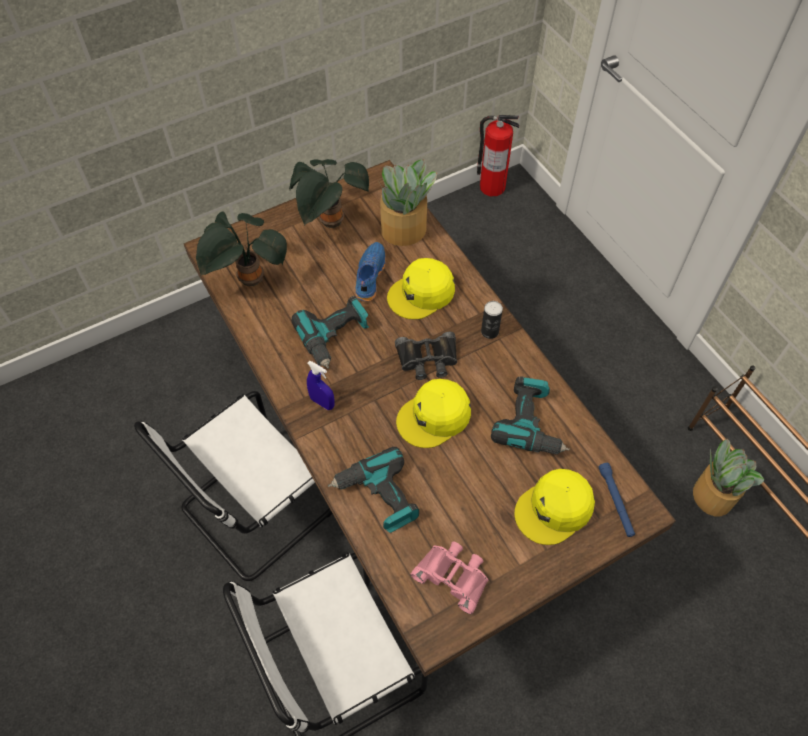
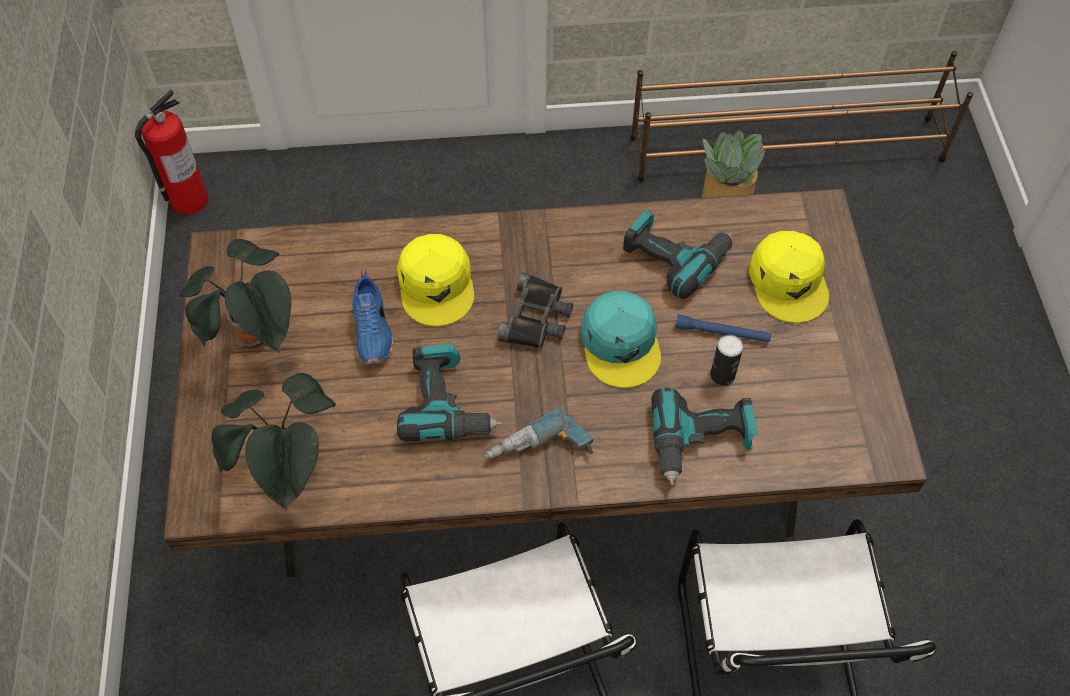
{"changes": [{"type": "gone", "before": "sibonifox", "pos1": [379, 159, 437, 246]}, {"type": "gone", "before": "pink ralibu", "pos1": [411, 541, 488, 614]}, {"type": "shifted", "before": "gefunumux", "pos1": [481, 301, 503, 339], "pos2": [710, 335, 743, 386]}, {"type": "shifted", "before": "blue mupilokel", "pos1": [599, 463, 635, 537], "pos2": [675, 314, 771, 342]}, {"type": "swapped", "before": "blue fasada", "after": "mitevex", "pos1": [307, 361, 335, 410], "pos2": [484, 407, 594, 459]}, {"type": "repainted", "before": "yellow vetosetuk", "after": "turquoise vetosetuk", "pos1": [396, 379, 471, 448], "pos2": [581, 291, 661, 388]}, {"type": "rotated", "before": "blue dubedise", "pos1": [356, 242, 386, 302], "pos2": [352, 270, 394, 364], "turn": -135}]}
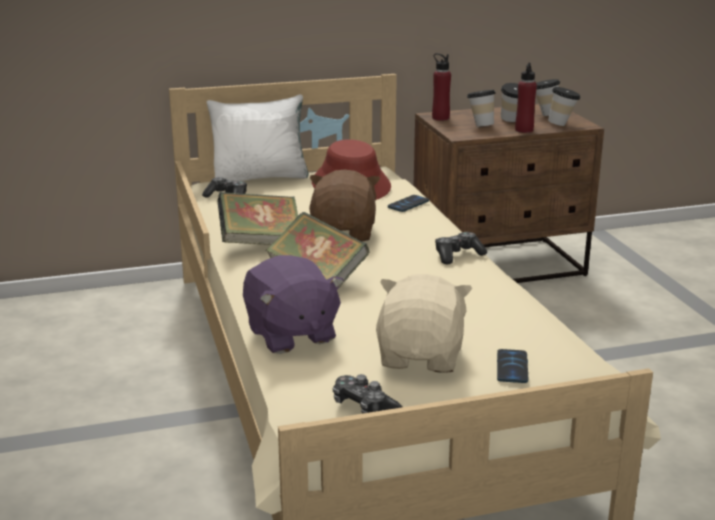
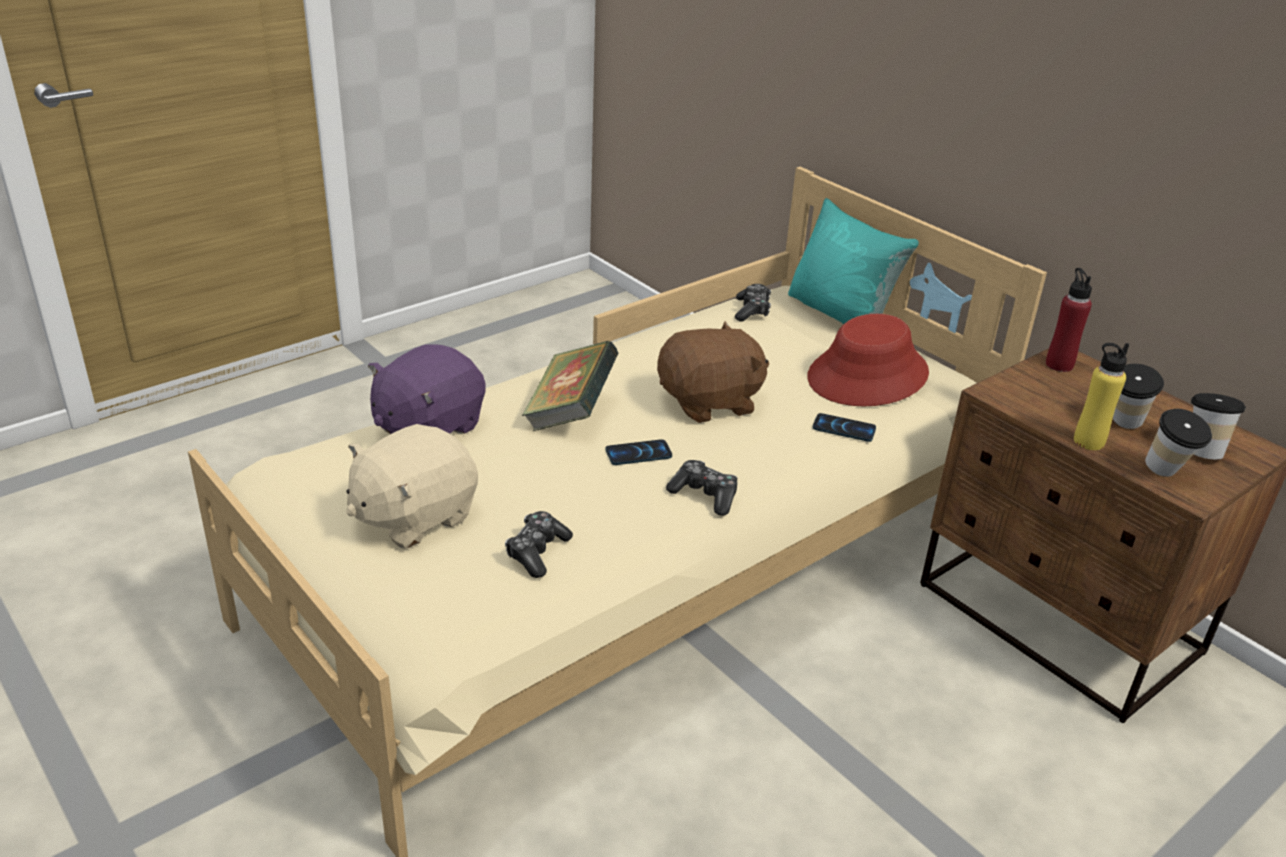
{"changes": [{"type": "gone", "before": "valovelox", "pos1": [217, 192, 298, 245]}, {"type": "gone", "before": "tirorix", "pos1": [467, 90, 496, 127]}, {"type": "shifted", "before": "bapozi", "pos1": [333, 374, 403, 414], "pos2": [505, 511, 573, 578]}, {"type": "shifted", "before": "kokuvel", "pos1": [497, 349, 528, 383], "pos2": [605, 439, 672, 465]}, {"type": "repainted", "before": "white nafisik", "after": "turquoise nafisik", "pos1": [207, 94, 309, 182], "pos2": [788, 198, 919, 324]}, {"type": "repainted", "before": "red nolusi", "after": "yellow nolusi", "pos1": [515, 63, 537, 133], "pos2": [1074, 343, 1129, 450]}, {"type": "rotated", "before": "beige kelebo", "pos1": [376, 274, 472, 373], "pos2": [346, 424, 478, 549], "turn": 150}]}
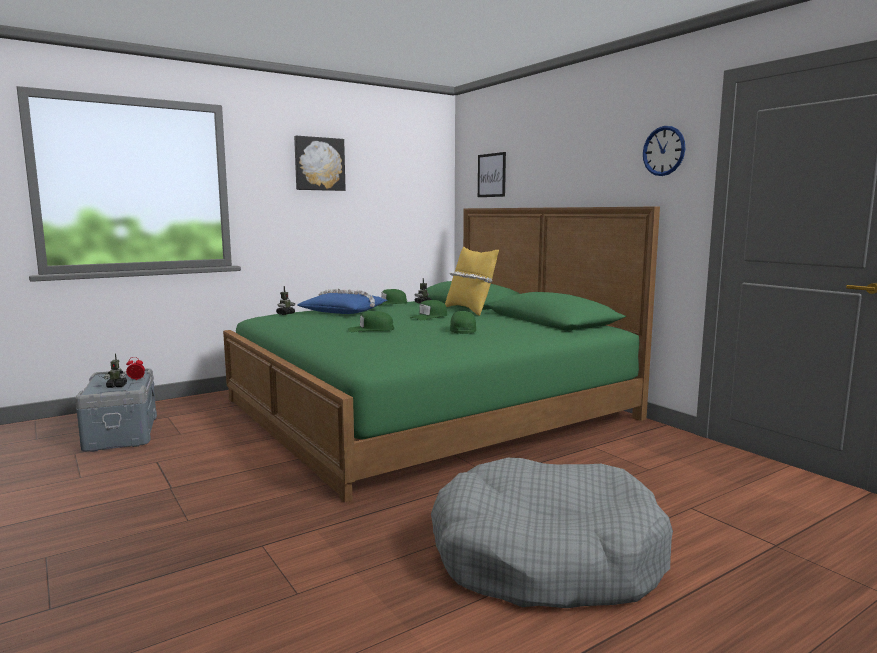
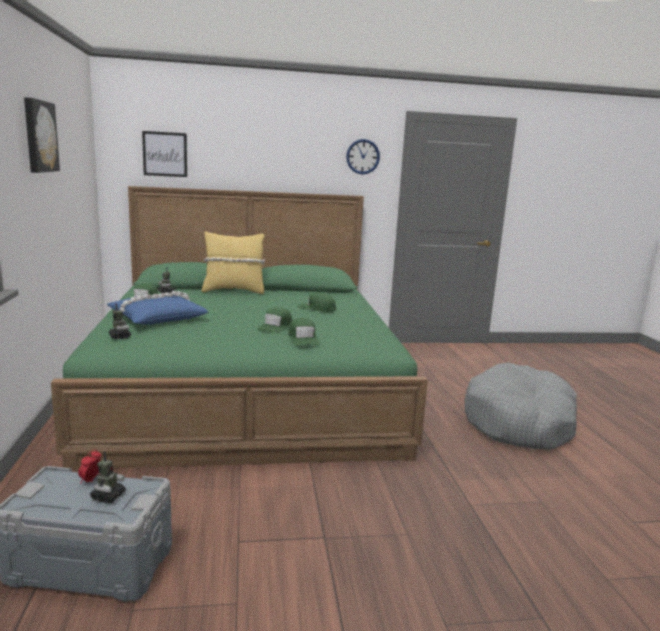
{"changes": [{"type": "shifted", "before": "green vetosetuk", "pos1": [410, 300, 447, 320], "pos2": [288, 318, 320, 346]}]}
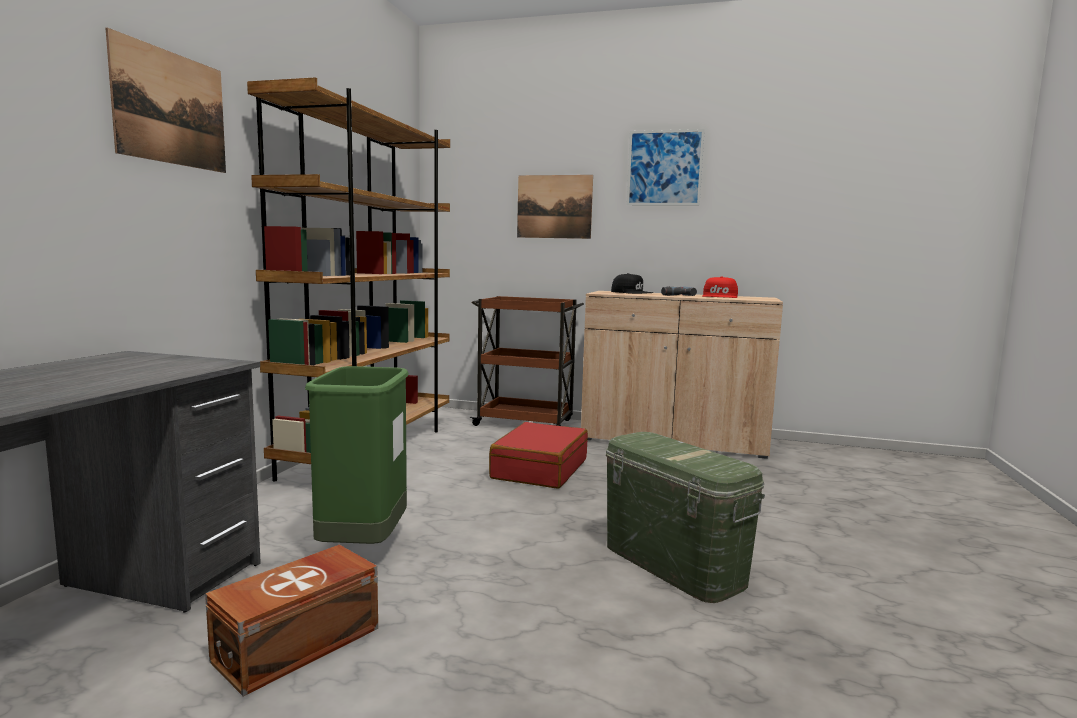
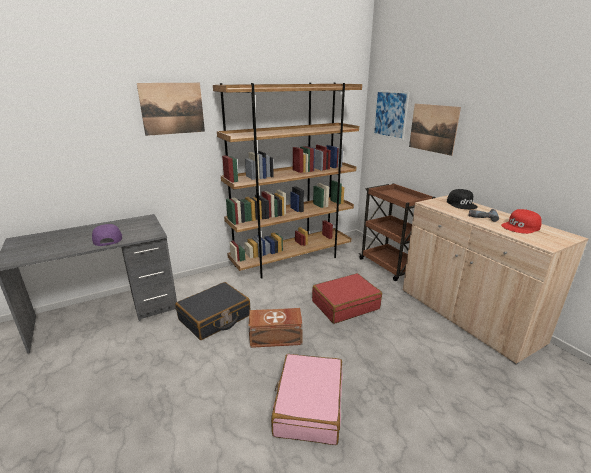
{"changes": [{"type": "new", "after": "purple vetosetuk", "pos2": [92, 224, 122, 246]}, {"type": "shifted", "before": "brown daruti", "pos1": [205, 544, 378, 697], "pos2": [249, 308, 303, 348]}, {"type": "shifted", "before": "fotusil", "pos1": [626, 129, 705, 206], "pos2": [373, 90, 409, 140]}, {"type": "swapped", "before": "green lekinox", "after": "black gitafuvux", "pos1": [305, 366, 409, 544], "pos2": [175, 282, 251, 340]}, {"type": "swapped", "before": "green daruti", "after": "pink gitafuvux", "pos1": [606, 432, 765, 603], "pos2": [271, 354, 343, 445]}]}
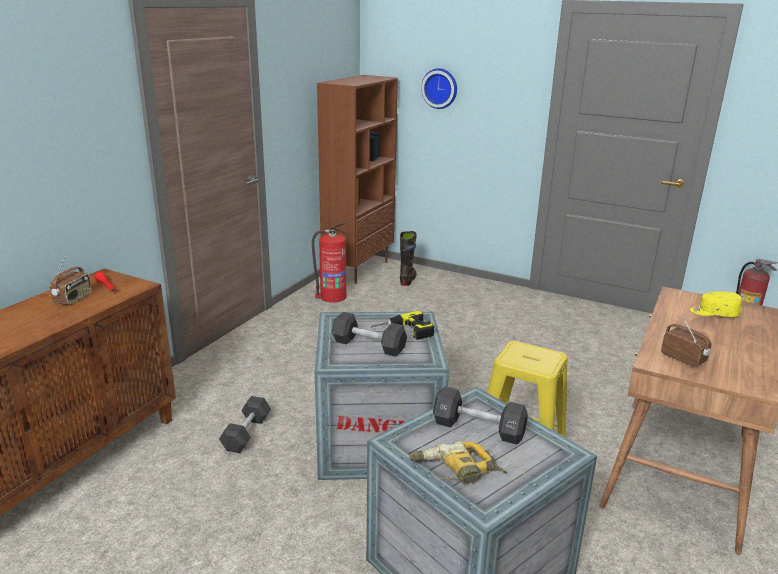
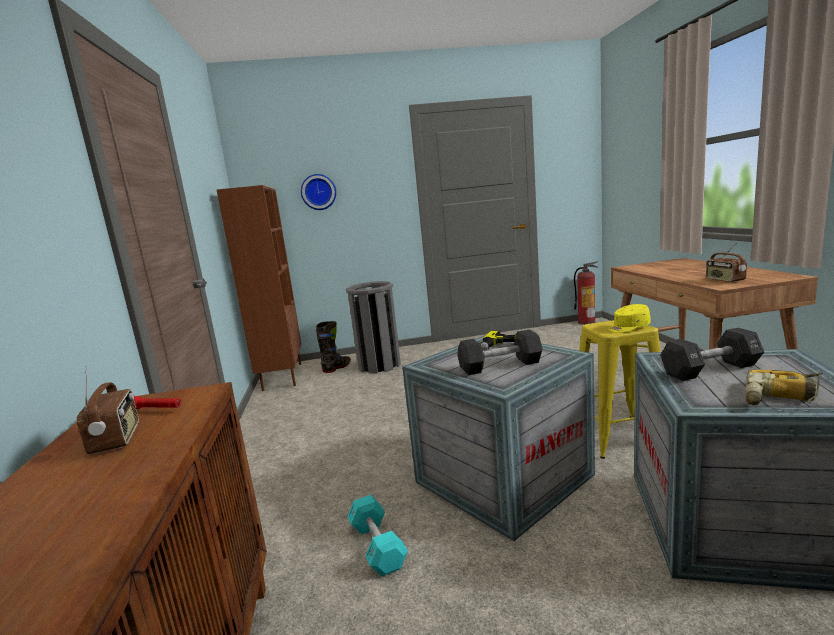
{"changes": [{"type": "gone", "before": "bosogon", "pos1": [312, 222, 349, 303]}, {"type": "new", "after": "grey lekinox", "pos2": [346, 281, 401, 374]}, {"type": "shifted", "before": "yellow vetosetuk", "pos1": [690, 292, 742, 317], "pos2": [609, 304, 651, 333]}, {"type": "repainted", "before": "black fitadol", "after": "turquoise fitadol", "pos1": [219, 396, 271, 453], "pos2": [347, 495, 408, 577]}, {"type": "rotated", "before": "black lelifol", "pos1": [400, 231, 417, 286], "pos2": [316, 321, 351, 373], "turn": 60}, {"type": "rotated", "before": "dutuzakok", "pos1": [661, 316, 712, 367], "pos2": [706, 242, 747, 283], "turn": -120}]}
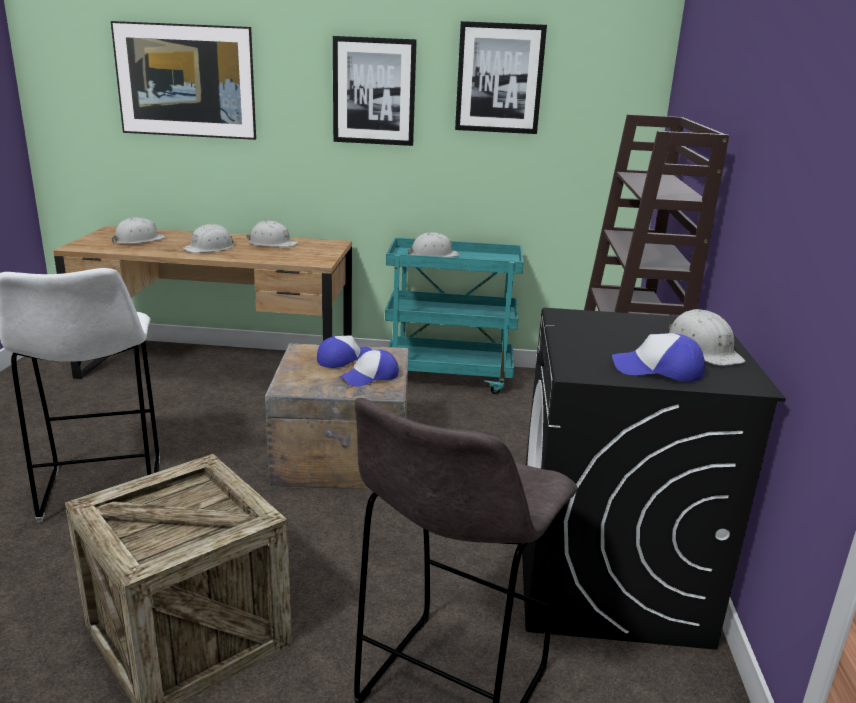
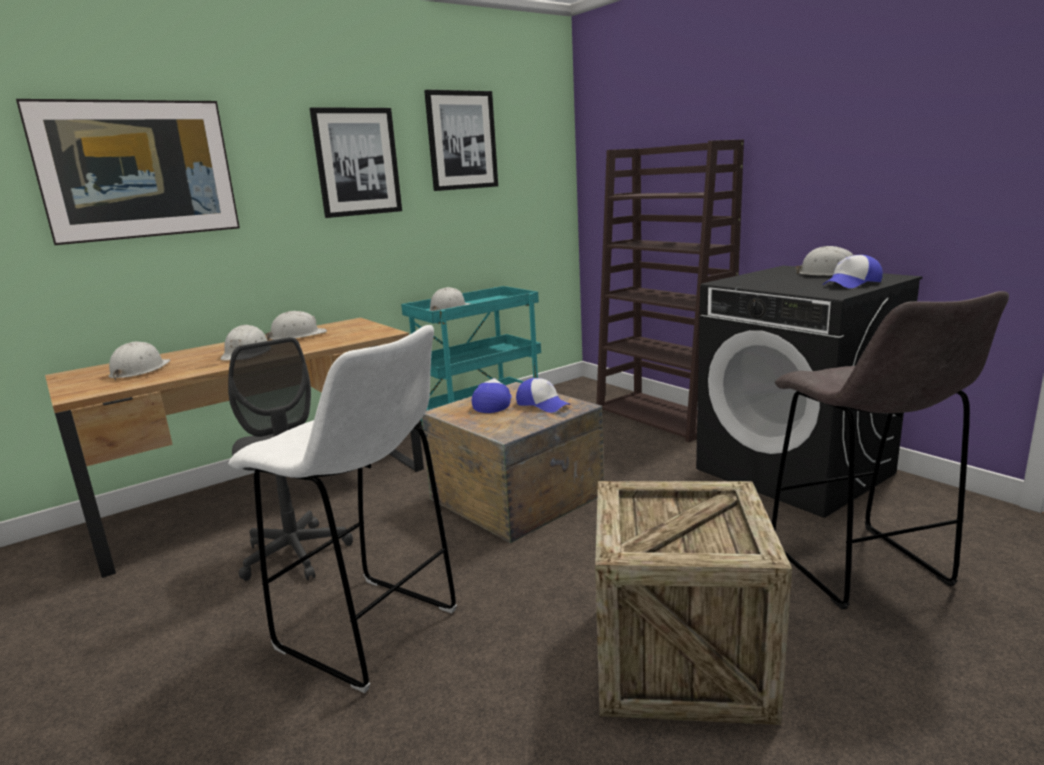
{"changes": [{"type": "new", "after": "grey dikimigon", "pos2": [228, 337, 353, 581]}, {"type": "rotated", "before": "vetosetuk", "pos1": [339, 349, 399, 387], "pos2": [516, 378, 571, 413], "turn": -60}]}
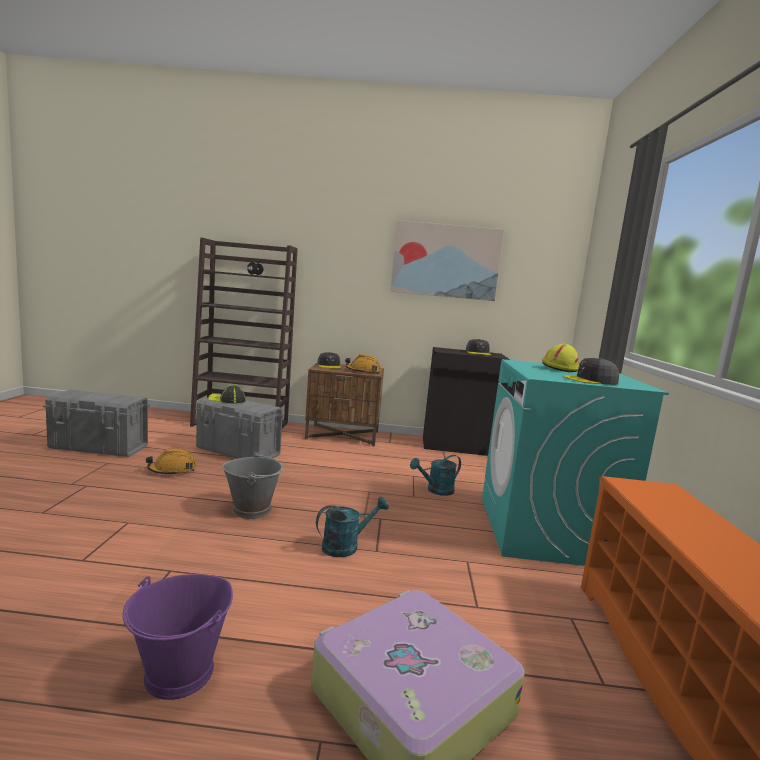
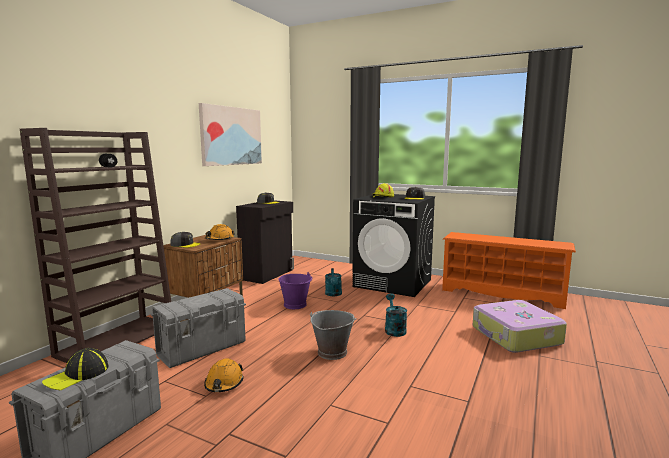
{"changes": [{"type": "shifted", "before": "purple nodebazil", "pos1": [123, 574, 233, 700], "pos2": [278, 272, 312, 309]}, {"type": "shifted", "before": "vetosetuk", "pos1": [209, 386, 246, 404], "pos2": [42, 348, 108, 391]}, {"type": "repainted", "before": "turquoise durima", "after": "black durima", "pos1": [482, 359, 669, 566], "pos2": [352, 194, 435, 297]}]}
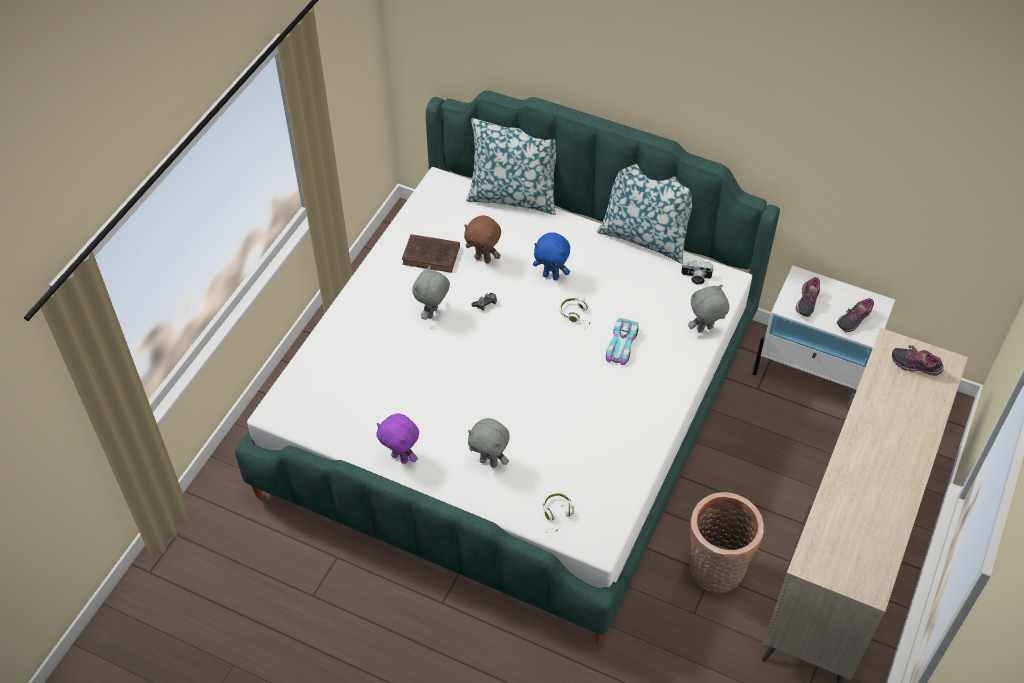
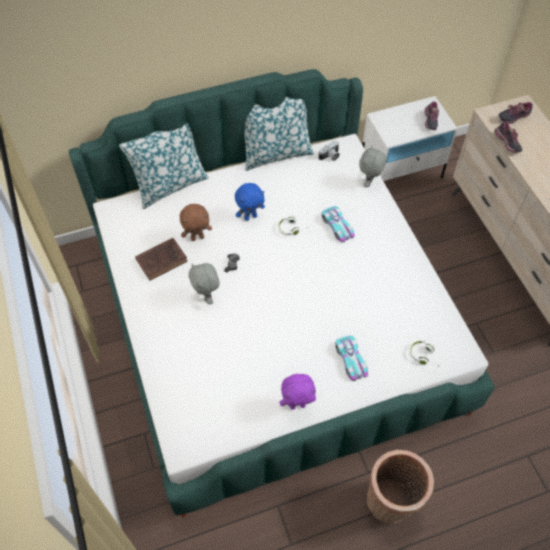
{"changes": [{"type": "shifted", "before": "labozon", "pos1": [690, 492, 764, 593], "pos2": [367, 450, 434, 524]}, {"type": "shifted", "before": "dubedise", "pos1": [796, 277, 820, 317], "pos2": [494, 122, 522, 153]}, {"type": "swapped", "before": "grey kelebo", "after": "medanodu", "pos1": [468, 418, 510, 468], "pos2": [335, 335, 368, 381]}]}
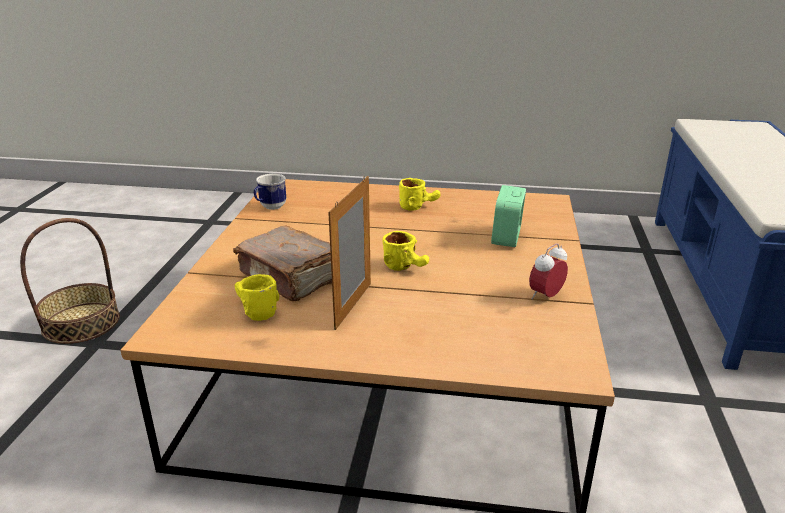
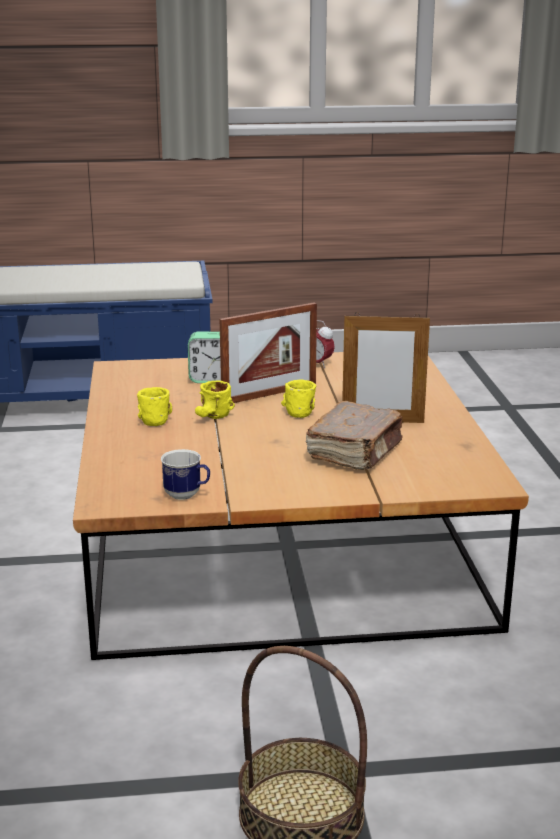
{"changes": [{"type": "new", "after": "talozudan", "pos2": [220, 302, 317, 403]}, {"type": "shifted", "before": "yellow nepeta", "pos1": [235, 274, 279, 321], "pos2": [195, 380, 235, 419]}]}
